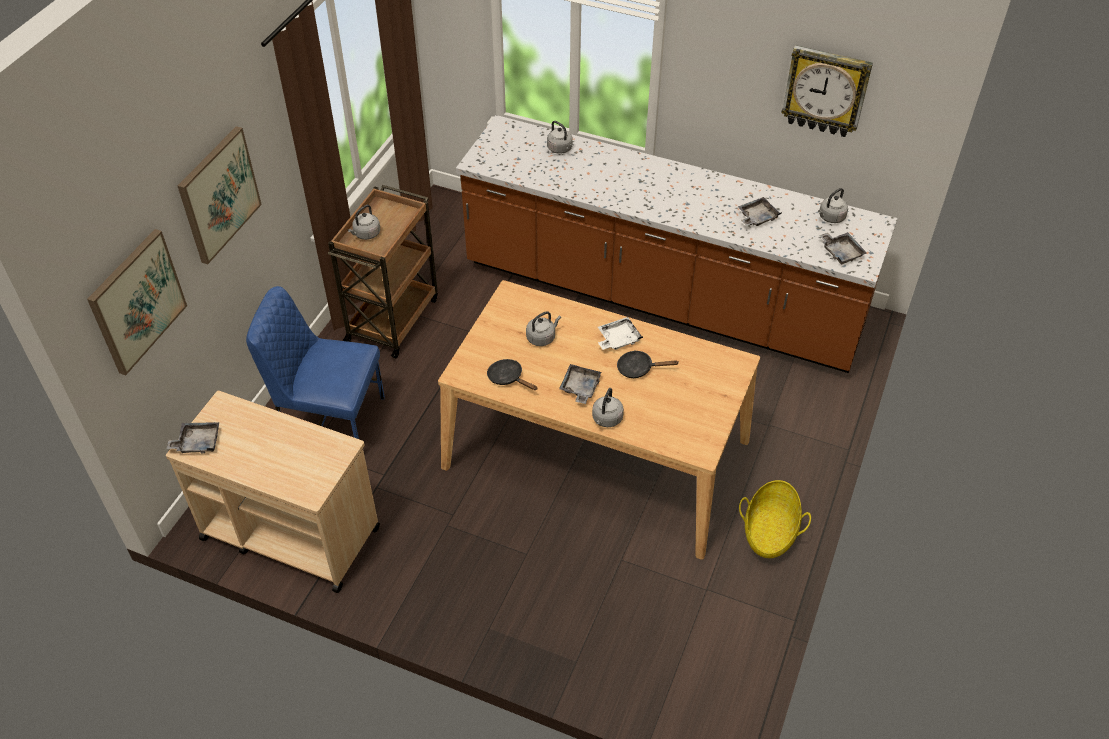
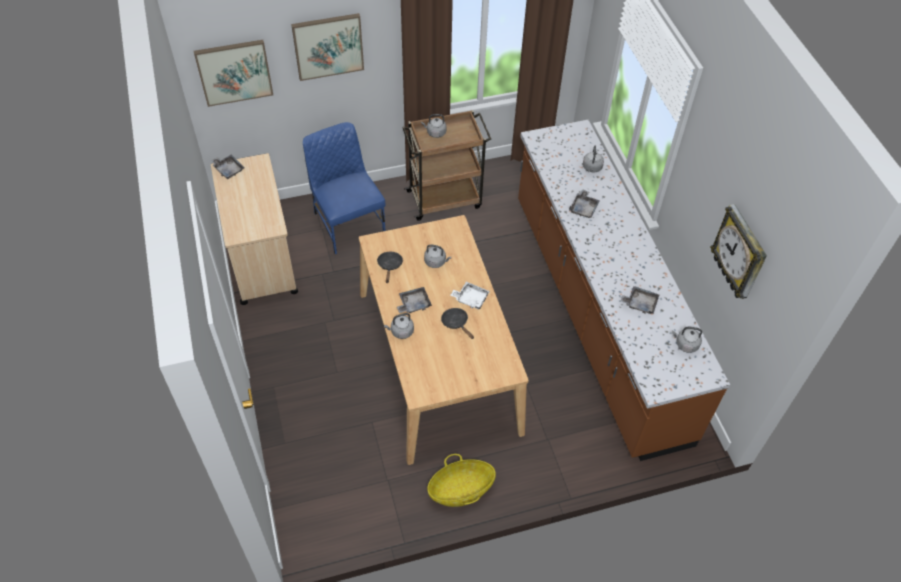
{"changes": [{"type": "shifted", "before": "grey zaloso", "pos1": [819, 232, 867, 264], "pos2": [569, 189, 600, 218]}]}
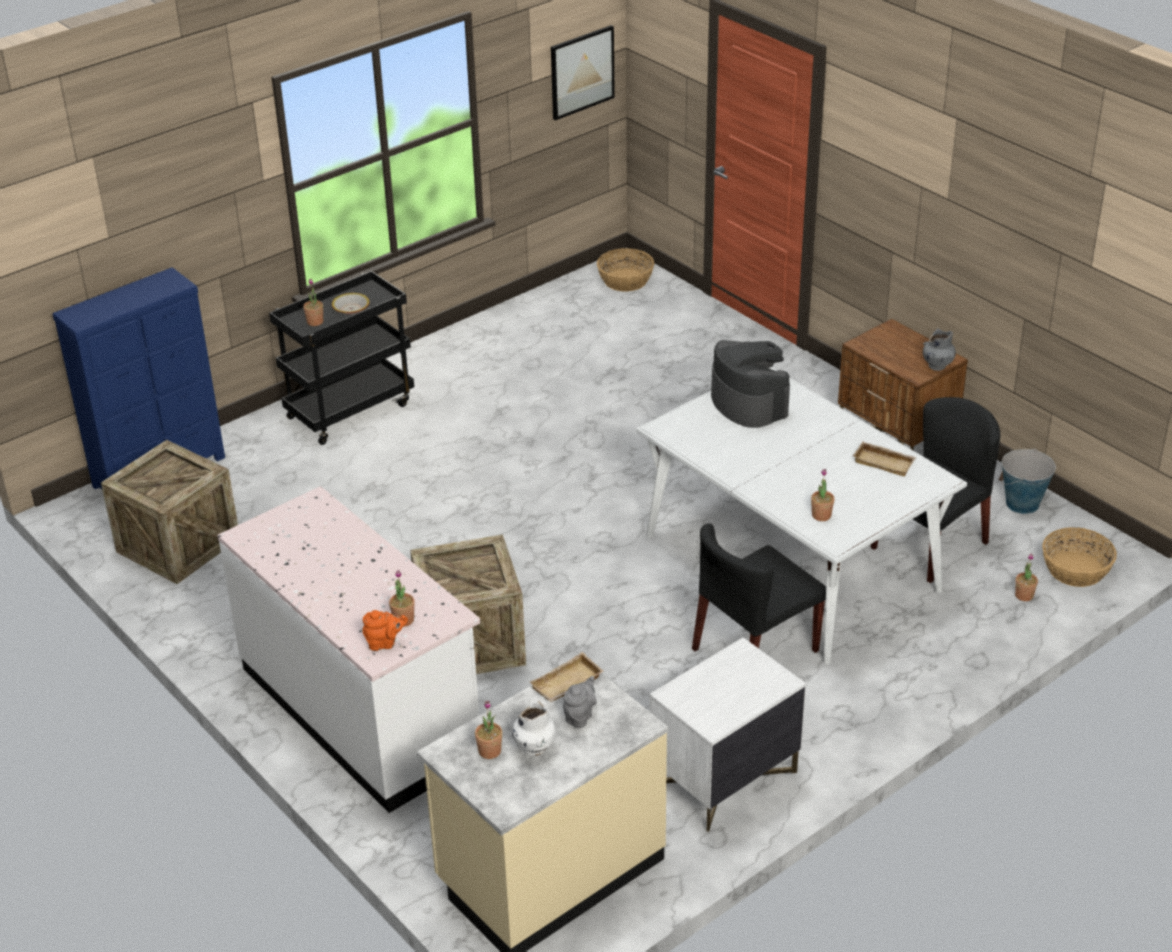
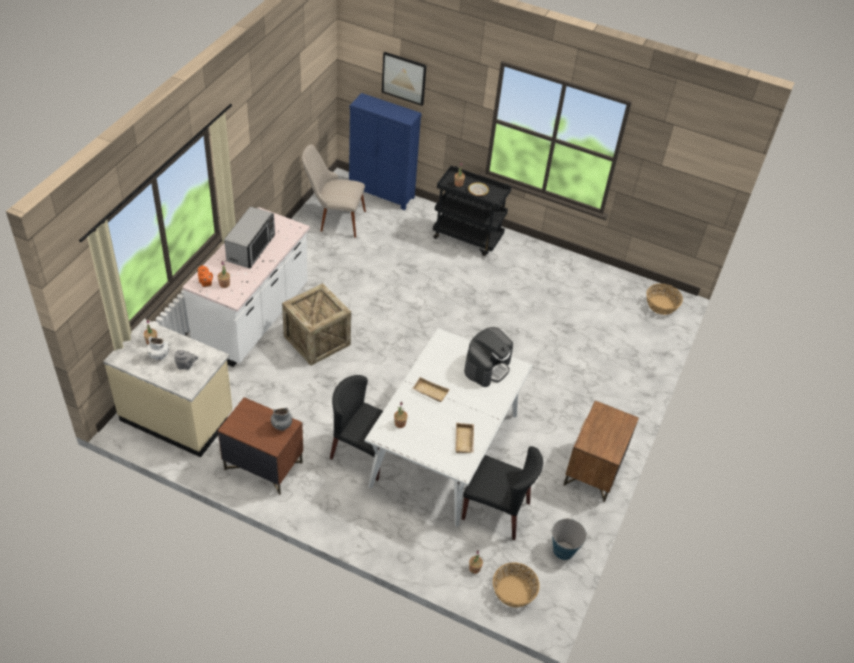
{"changes": [{"type": "new", "after": "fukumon", "pos2": [224, 206, 275, 268]}, {"type": "shifted", "before": "beige zaloso", "pos1": [530, 652, 603, 702], "pos2": [412, 377, 450, 402]}, {"type": "shifted", "before": "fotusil", "pos1": [551, 25, 615, 120], "pos2": [382, 52, 427, 106]}, {"type": "shifted", "before": "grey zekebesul", "pos1": [923, 328, 956, 371], "pos2": [271, 408, 292, 431]}, {"type": "swapped", "before": "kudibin", "after": "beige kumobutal", "pos1": [101, 440, 238, 584], "pos2": [302, 144, 366, 238]}, {"type": "repainted", "before": "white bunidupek", "after": "brown bunidupek", "pos1": [649, 637, 806, 832], "pos2": [218, 397, 303, 495]}]}
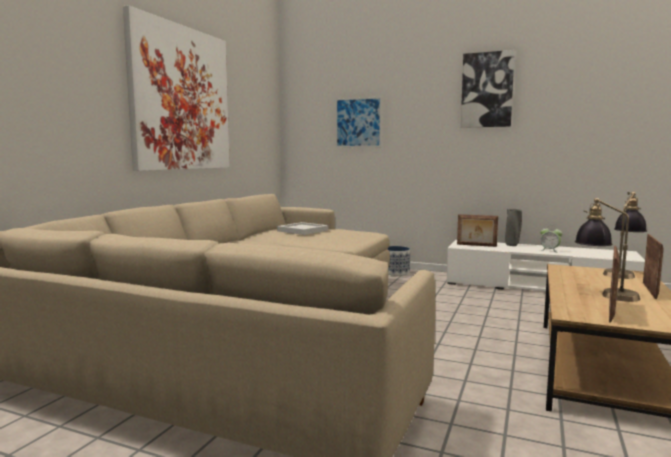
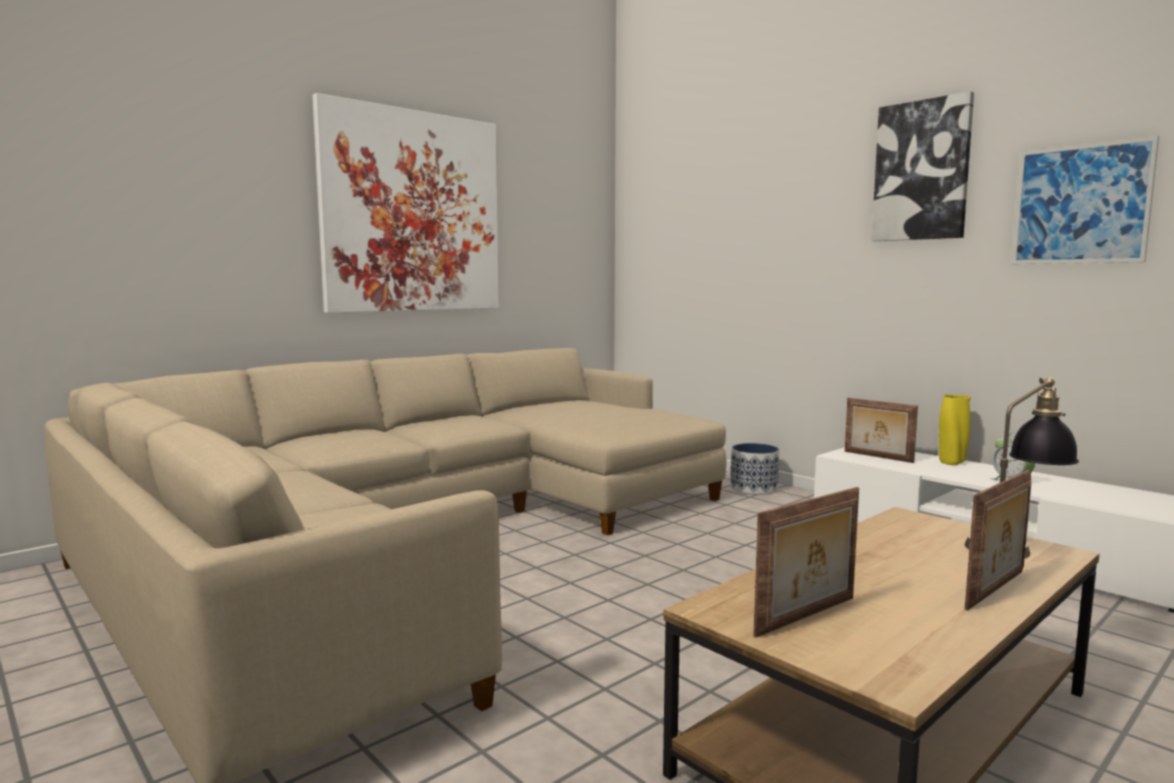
{"changes": [{"type": "gone", "before": "white zaloso", "pos1": [277, 222, 328, 235]}, {"type": "gone", "before": "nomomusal", "pos1": [575, 198, 640, 302]}, {"type": "shifted", "before": "fotusil", "pos1": [336, 97, 382, 147], "pos2": [1012, 136, 1159, 264]}, {"type": "repainted", "before": "grey zekebesul", "after": "yellow zekebesul", "pos1": [506, 209, 522, 246], "pos2": [939, 394, 971, 465]}]}
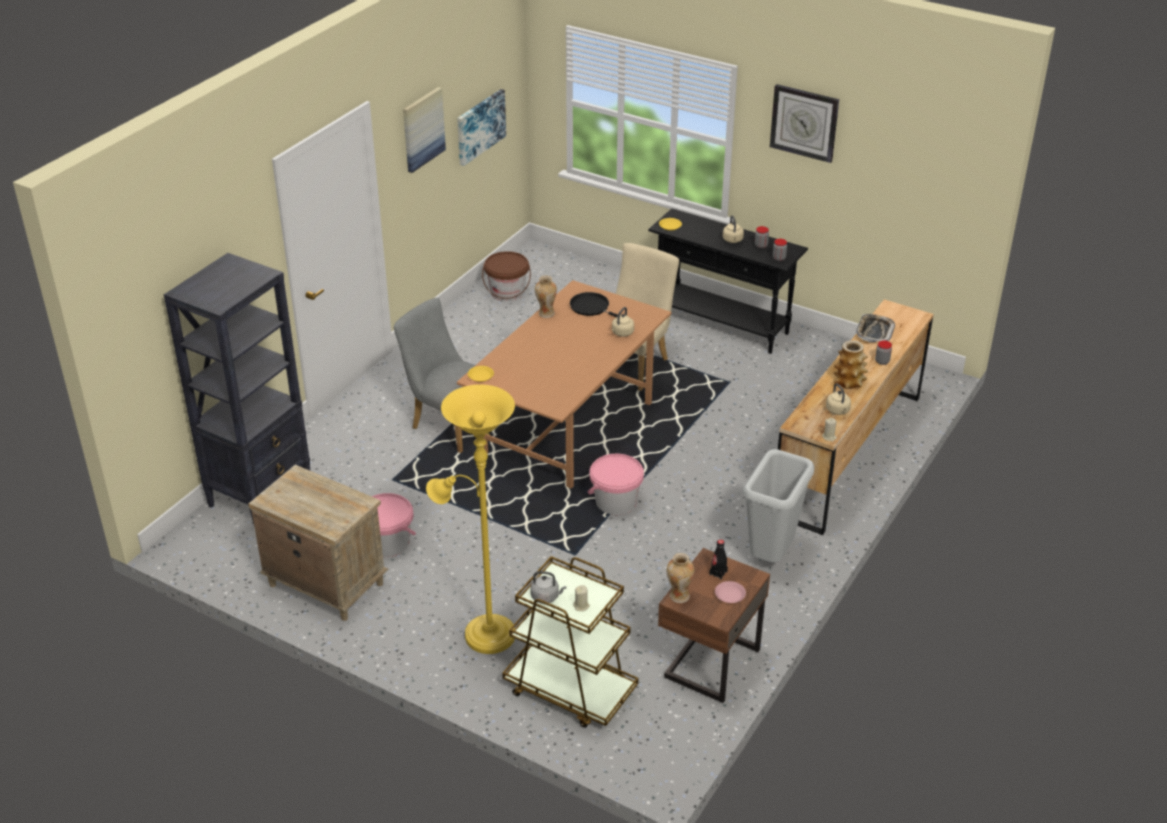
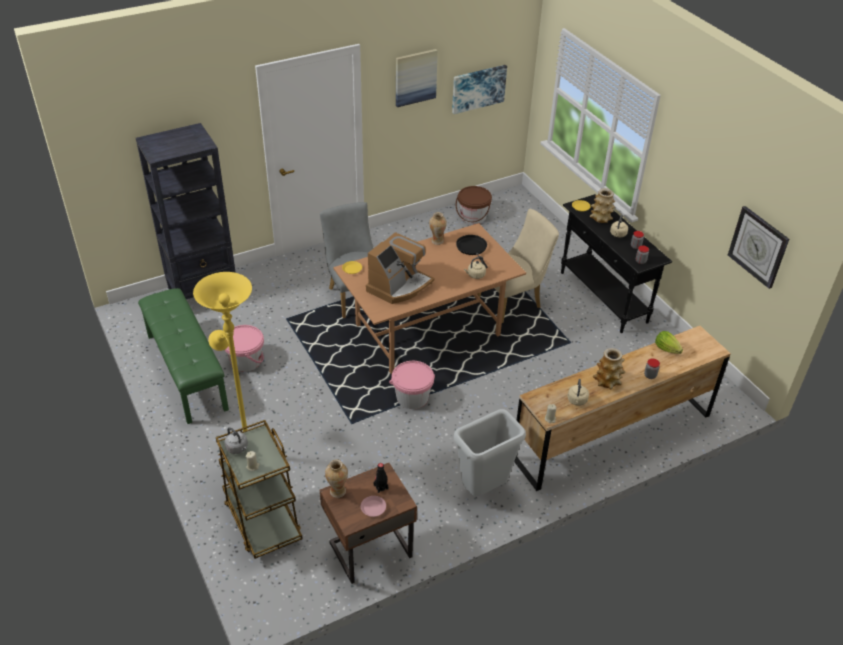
{"changes": [{"type": "new", "after": "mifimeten", "pos2": [366, 232, 435, 304]}, {"type": "new", "after": "zekebesul", "pos2": [590, 188, 615, 223]}, {"type": "shifted", "before": "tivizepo", "pos1": [770, 84, 839, 163], "pos2": [728, 206, 789, 289]}, {"type": "swapped", "before": "beige bunidupek", "after": "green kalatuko", "pos1": [248, 465, 388, 621], "pos2": [138, 288, 229, 424]}, {"type": "swapped", "before": "zaloso", "after": "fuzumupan", "pos1": [856, 314, 895, 343], "pos2": [655, 331, 683, 354]}]}
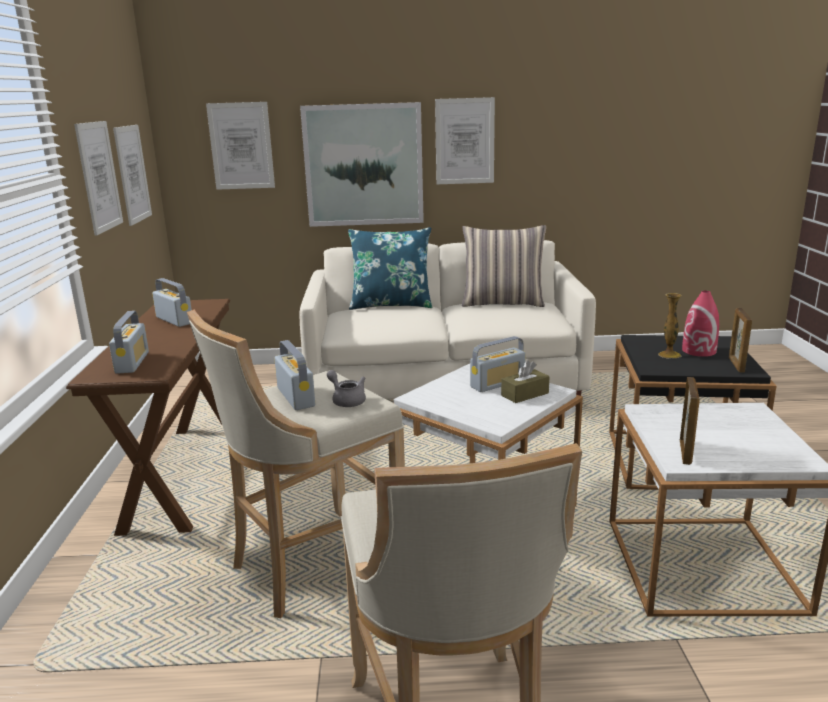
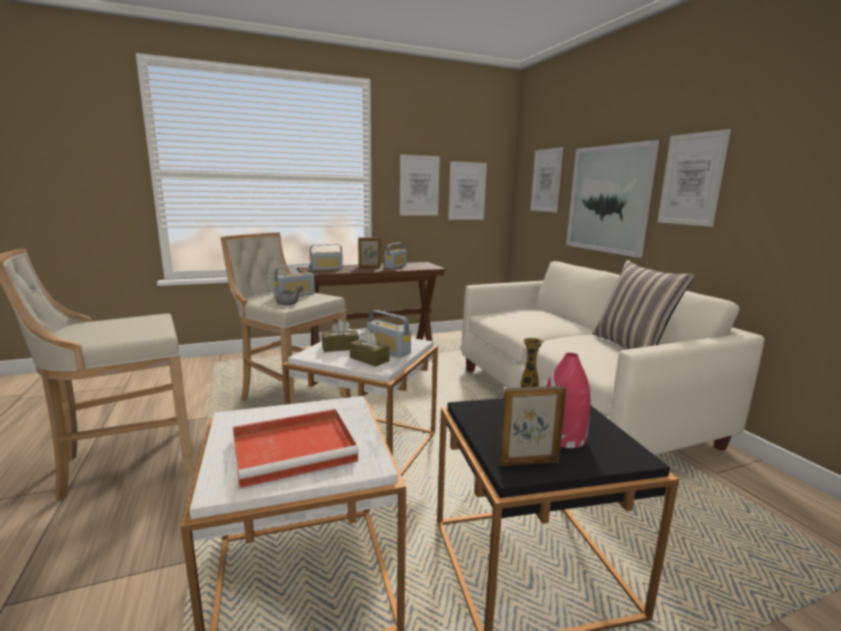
{"changes": [{"type": "gone", "before": "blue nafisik", "pos1": [348, 227, 432, 310]}, {"type": "new", "after": "red zaloso", "pos2": [233, 409, 359, 488]}, {"type": "new", "after": "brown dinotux", "pos2": [322, 320, 359, 352]}, {"type": "shifted", "before": "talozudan", "pos1": [680, 377, 700, 465], "pos2": [358, 237, 381, 268]}]}
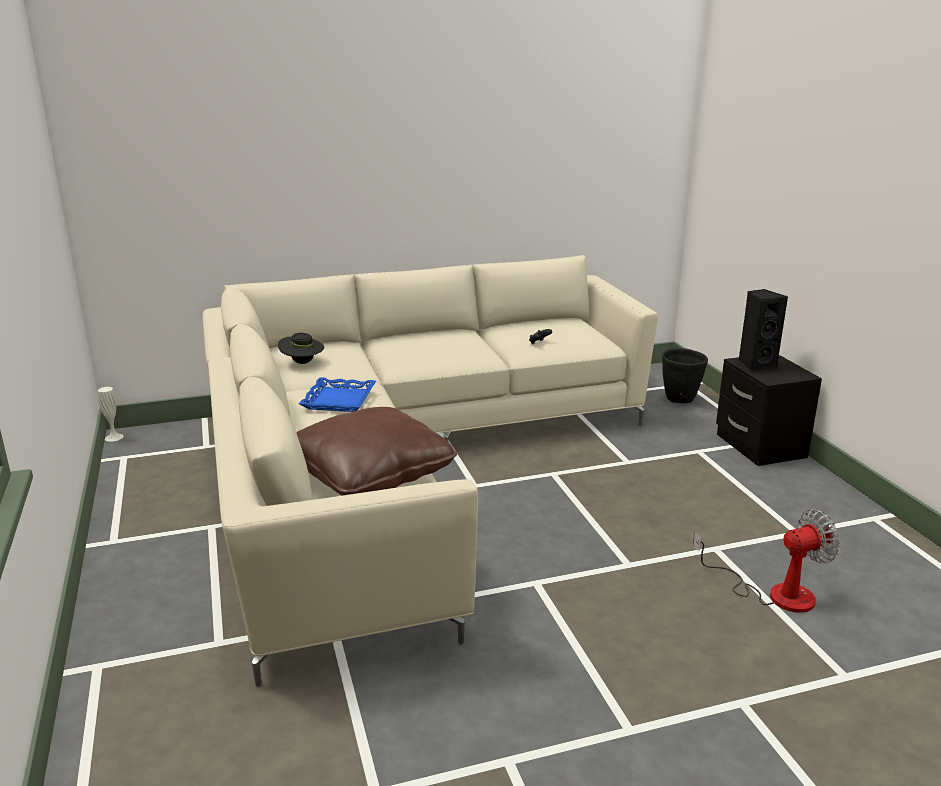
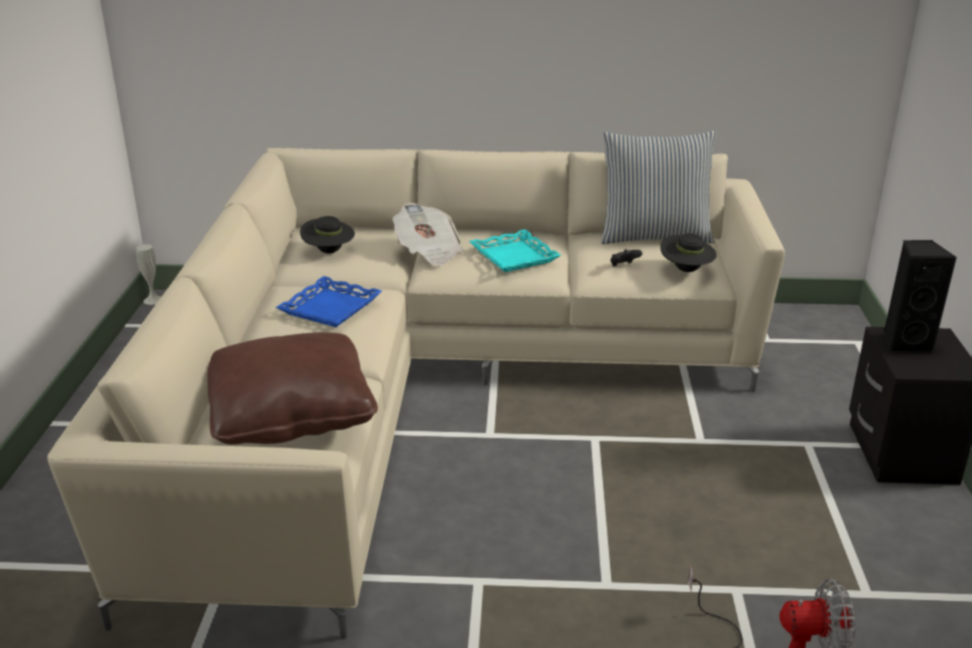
{"changes": [{"type": "gone", "before": "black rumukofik", "pos1": [662, 348, 708, 403]}, {"type": "new", "after": "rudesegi", "pos2": [393, 203, 464, 266]}, {"type": "new", "after": "turquoise zaloso", "pos2": [469, 229, 561, 272]}, {"type": "new", "after": "nafisik", "pos2": [601, 131, 716, 244]}, {"type": "new", "after": "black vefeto", "pos2": [660, 233, 717, 272]}]}
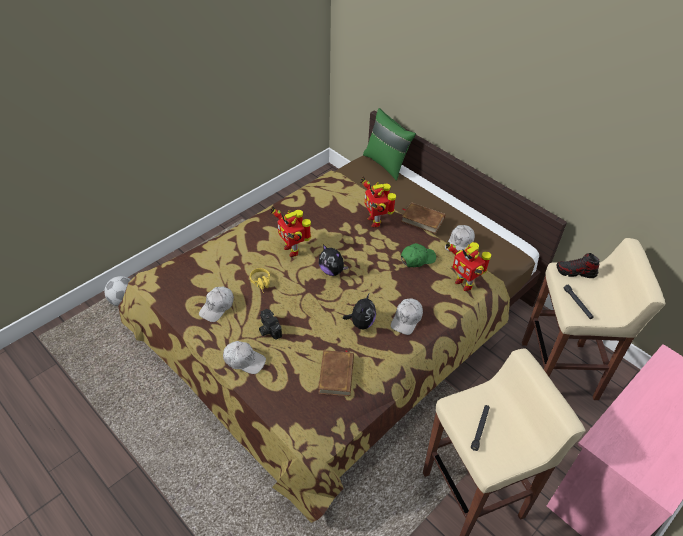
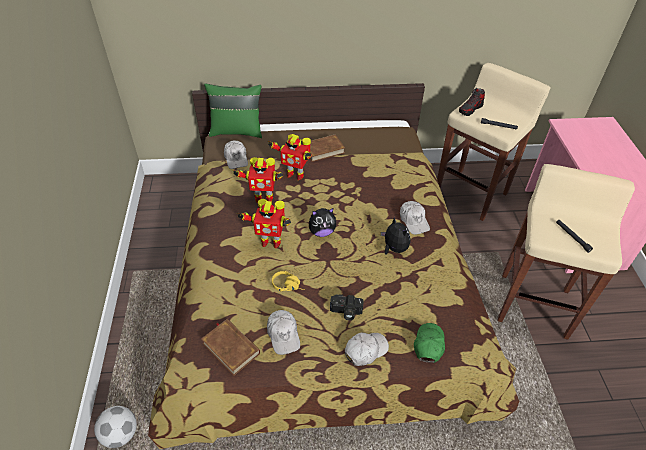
{"changes": [{"type": "shifted", "before": "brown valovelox", "pos1": [318, 350, 354, 396], "pos2": [201, 319, 260, 376]}, {"type": "shifted", "before": "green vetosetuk", "pos1": [401, 243, 436, 267], "pos2": [414, 323, 445, 363]}, {"type": "shifted", "before": "white vetosetuk", "pos1": [445, 225, 475, 253], "pos2": [224, 141, 248, 169]}, {"type": "shifted", "before": "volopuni", "pos1": [446, 241, 491, 291], "pos2": [232, 157, 283, 203]}]}
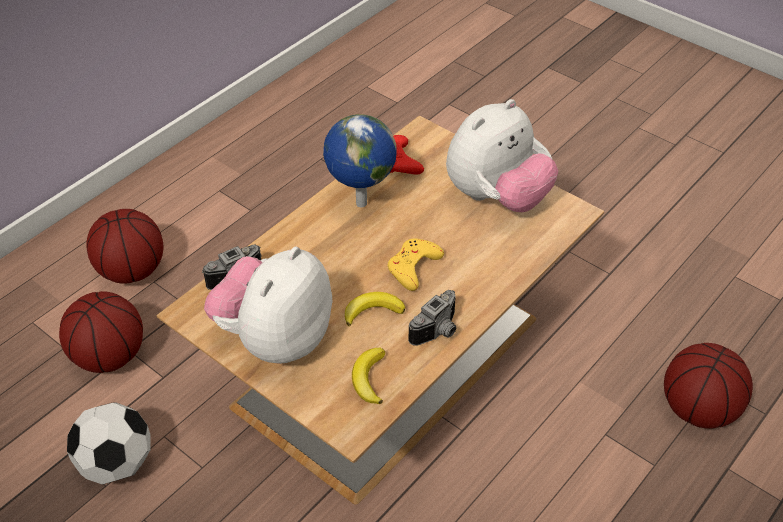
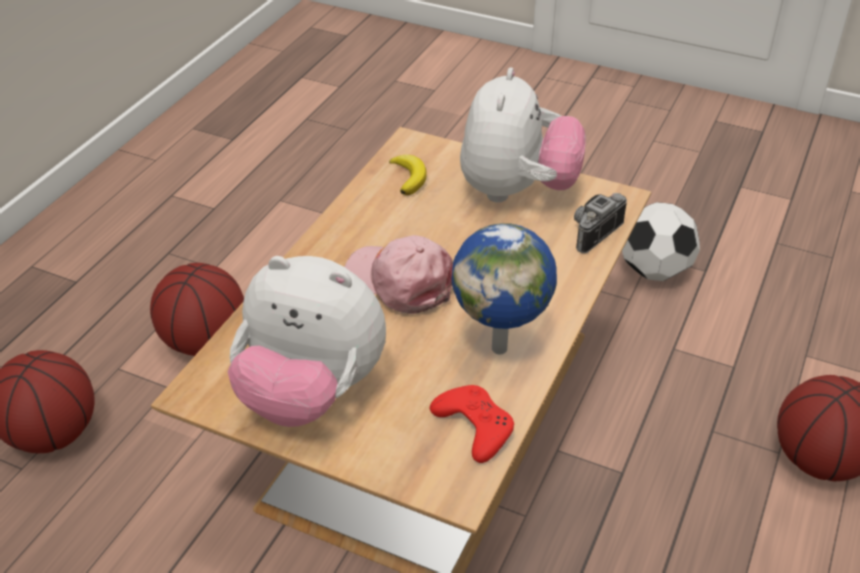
{"changes": [{"type": "gone", "before": "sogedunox", "pos1": [345, 292, 405, 326]}, {"type": "gone", "before": "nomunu", "pos1": [408, 290, 456, 346]}, {"type": "shifted", "before": "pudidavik", "pos1": [59, 291, 143, 373], "pos2": [150, 263, 244, 356]}, {"type": "swapped", "before": "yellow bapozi", "after": "pink vetosetuk", "pos1": [388, 238, 444, 291], "pos2": [345, 235, 453, 314]}, {"type": "rotated", "before": "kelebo", "pos1": [446, 99, 558, 212], "pos2": [228, 256, 386, 427], "turn": -105}]}
